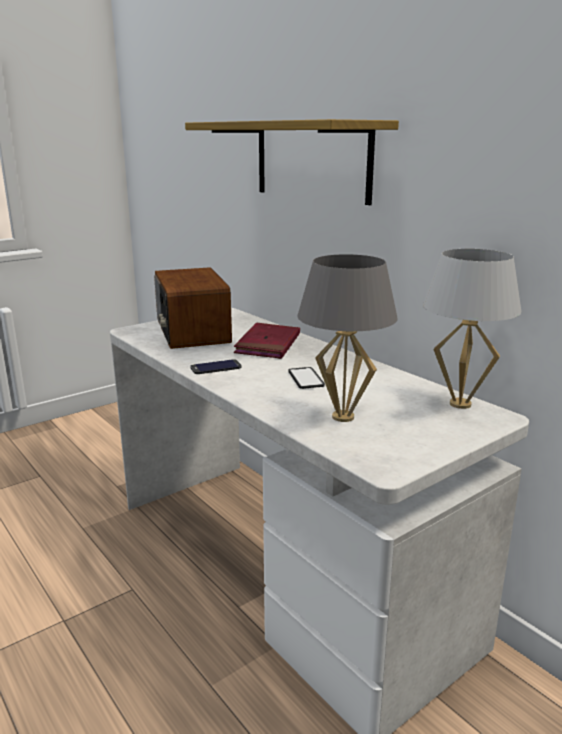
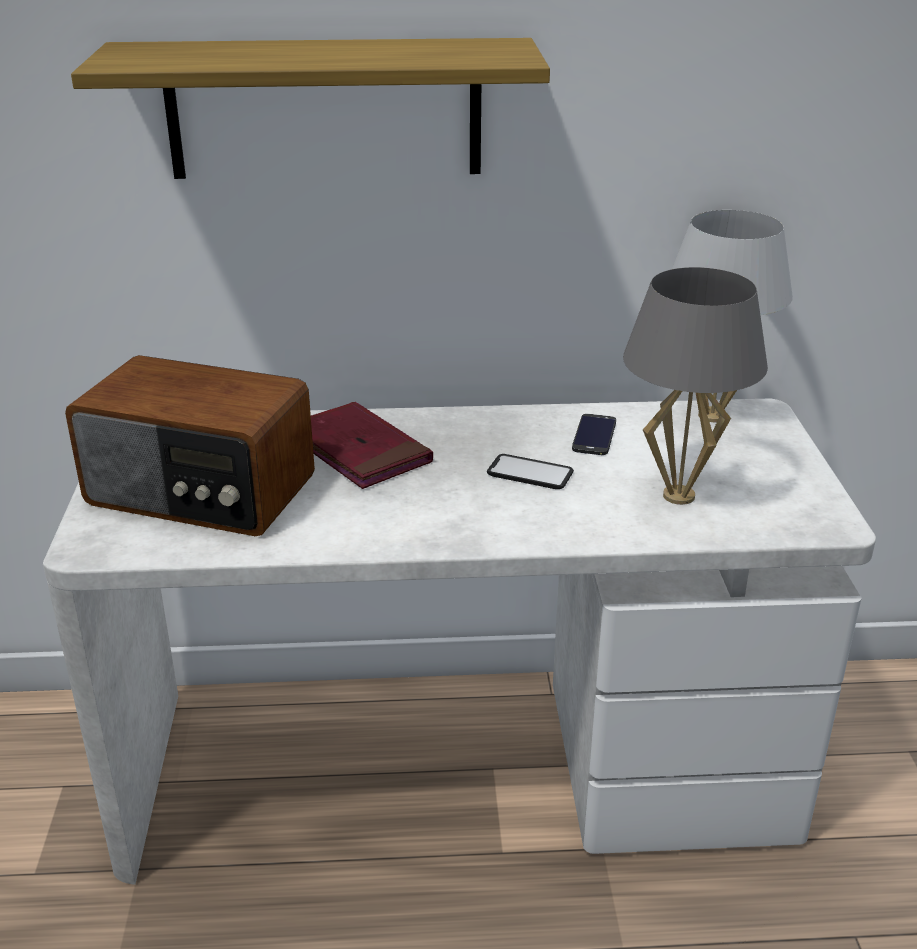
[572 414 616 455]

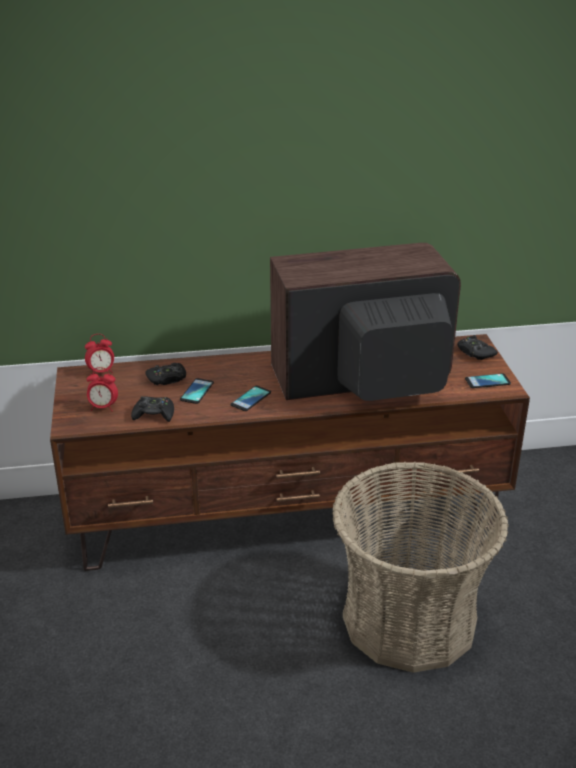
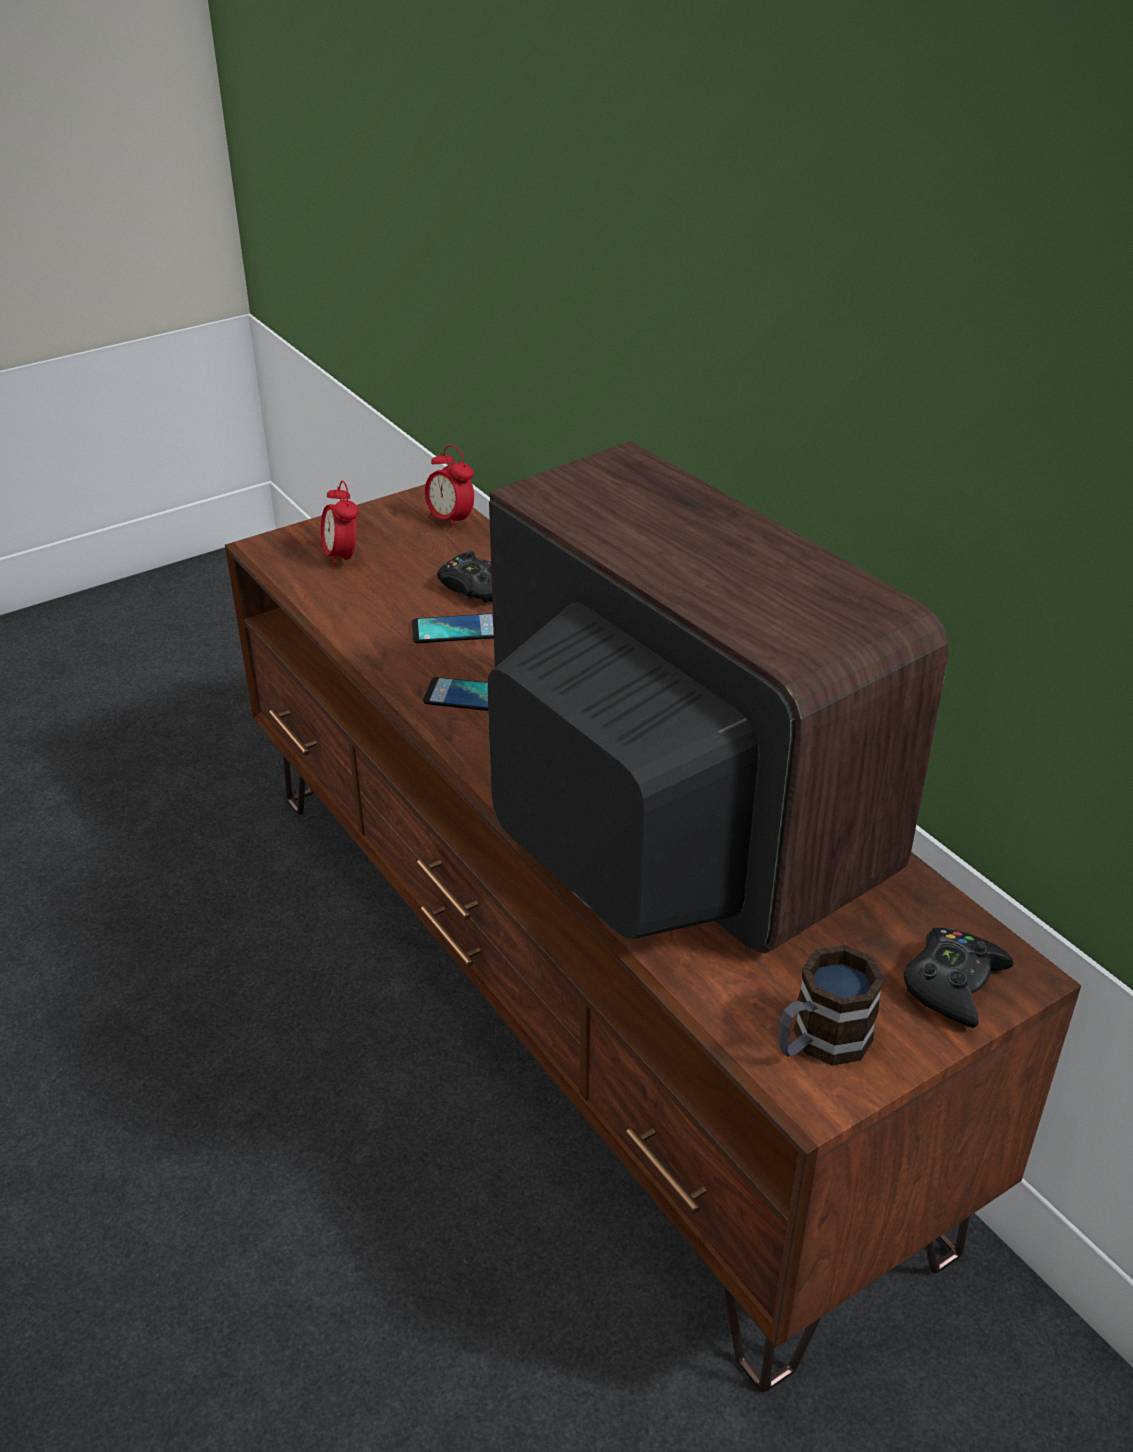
[131 396 174 422] (first image)
[332 462 509 673] (first image)
[778 945 885 1066]

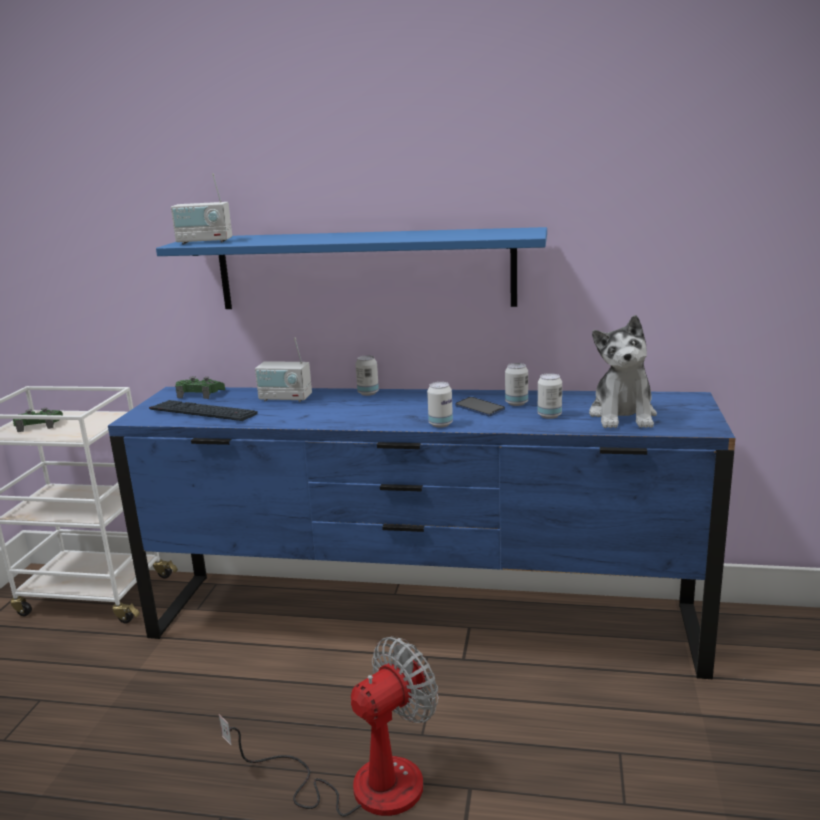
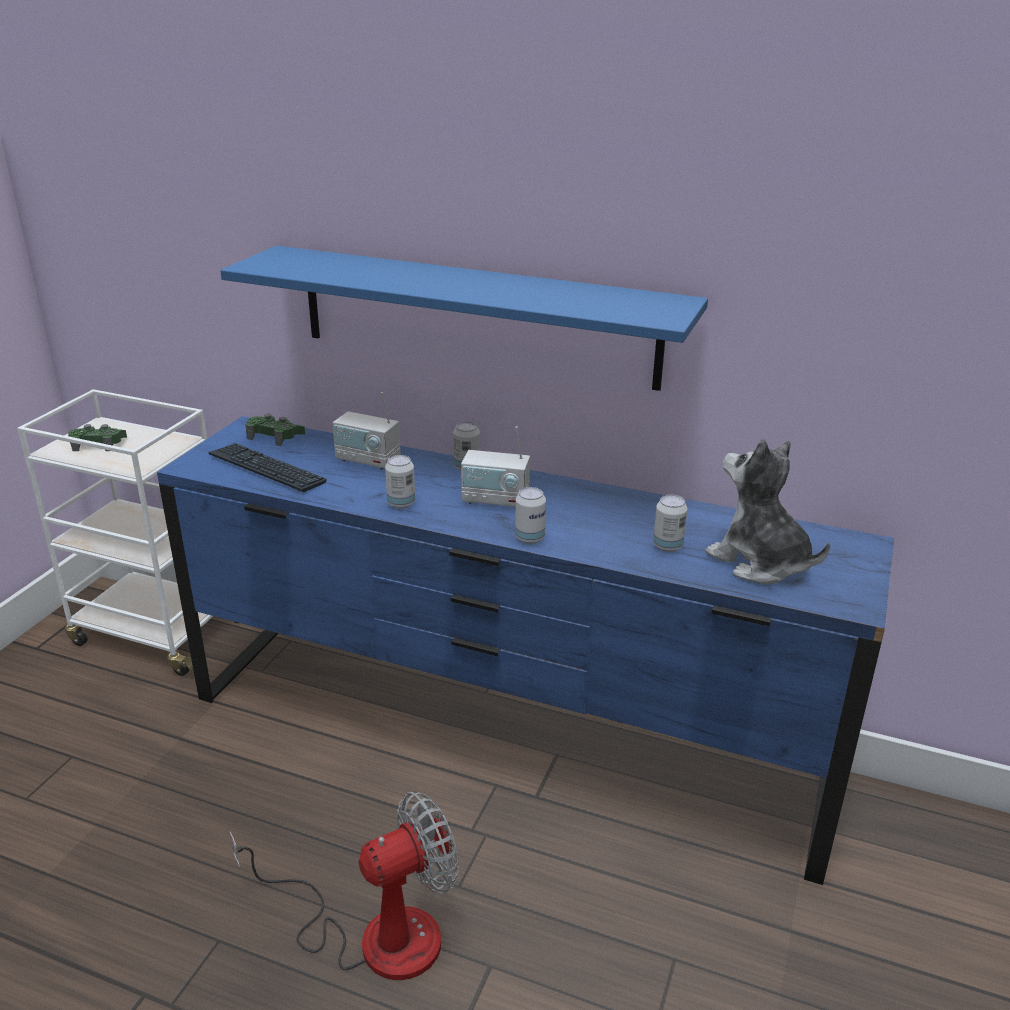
[461 426 530 508]
[455 397 505 416] (first image)
[385 455 415 509]
[705 439 830 584]

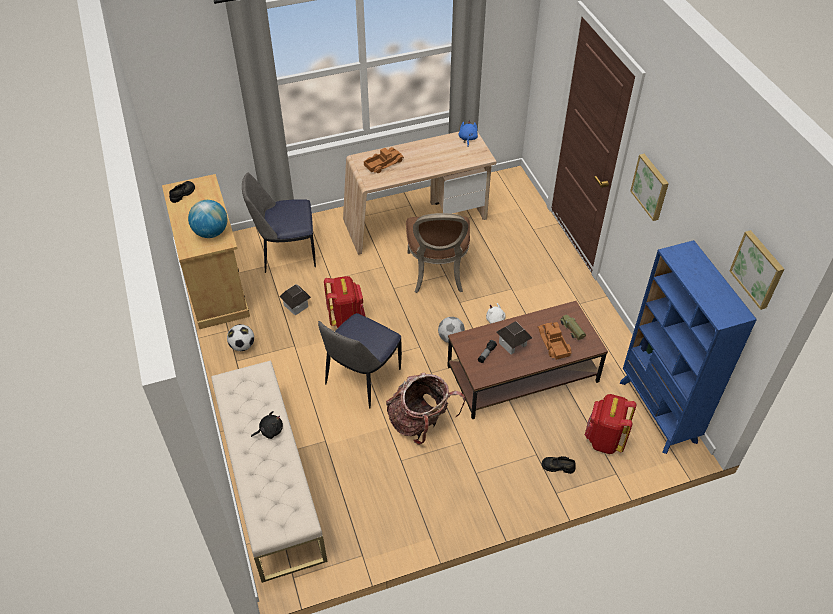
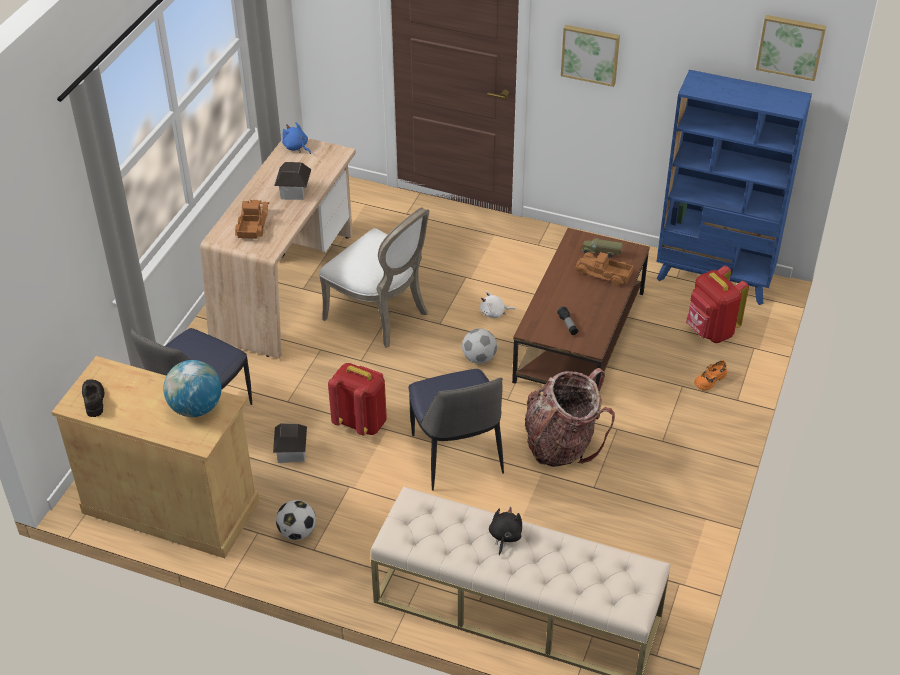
[319 207 429 348]
[274 162 311 200]
[694 360 727 390]

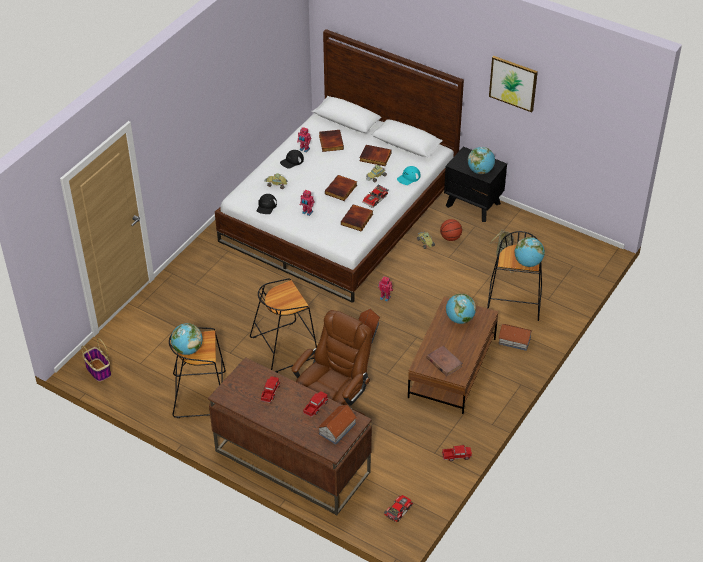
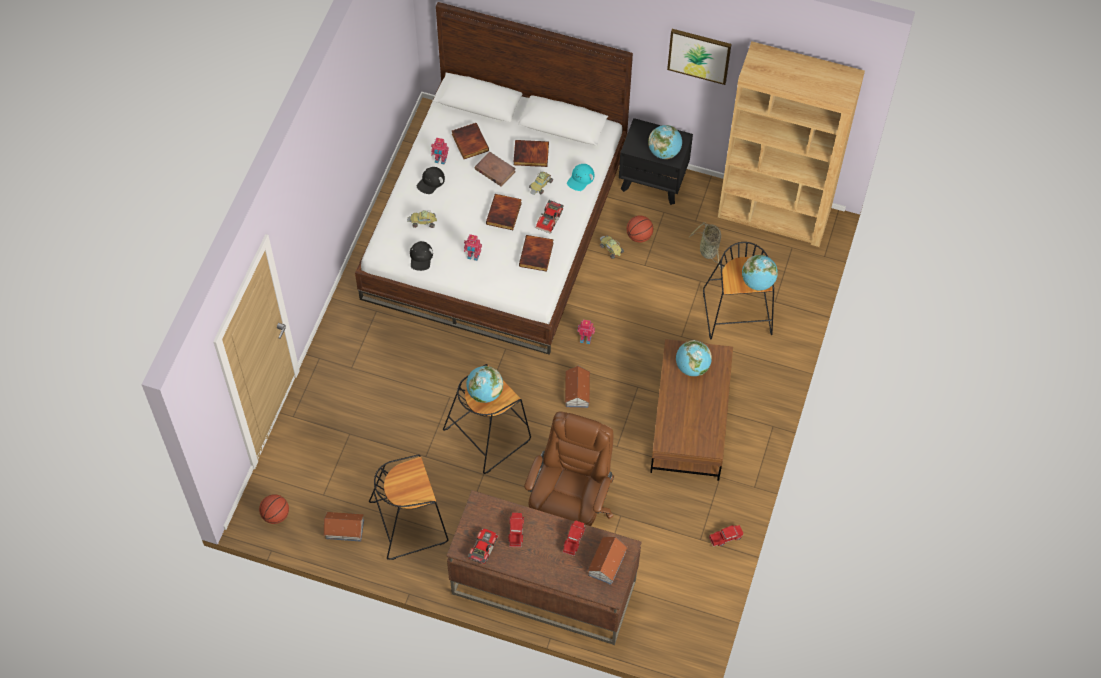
[259 494 289 524]
[466 366 503 403]
[468 529 499 564]
[475 152 516 186]
[323 512 364 542]
[718 41 865 247]

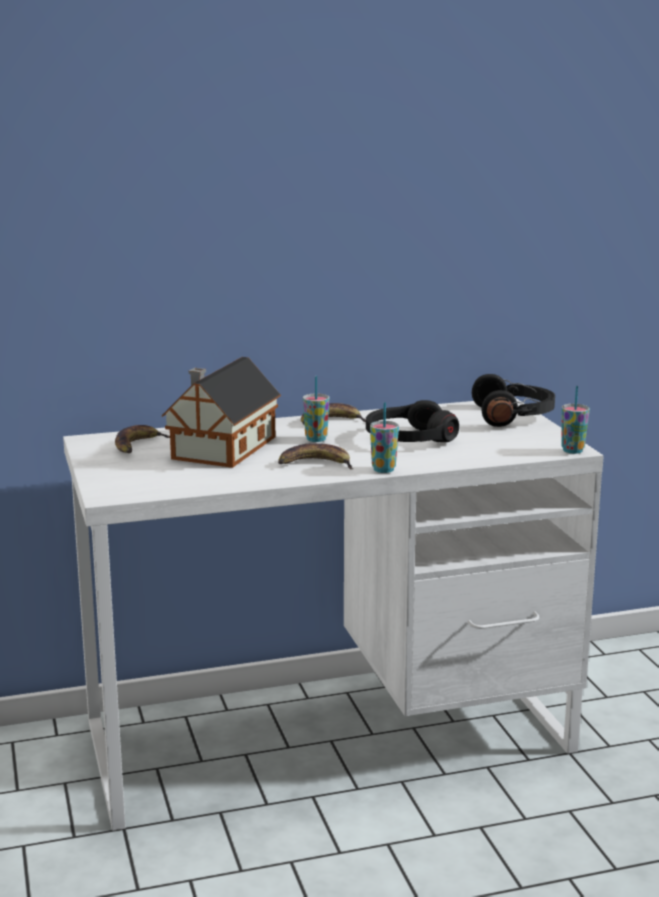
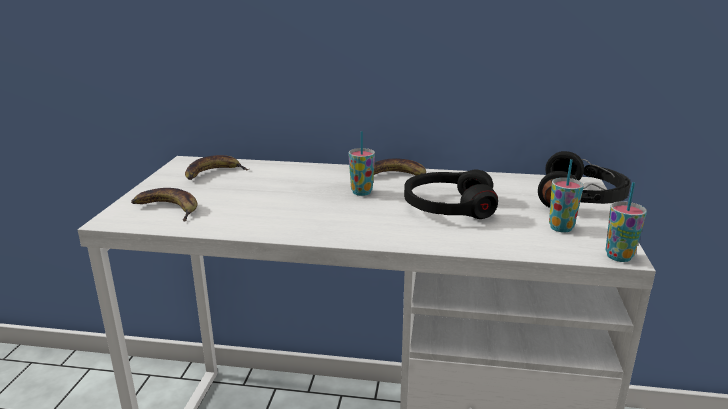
[162 357 281 468] (first image)
[131 188 198 221]
[549 159 584 232]

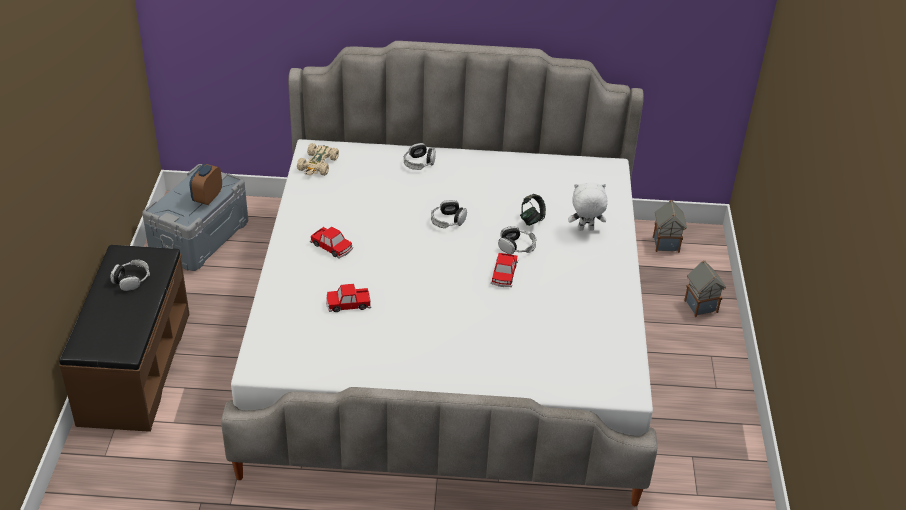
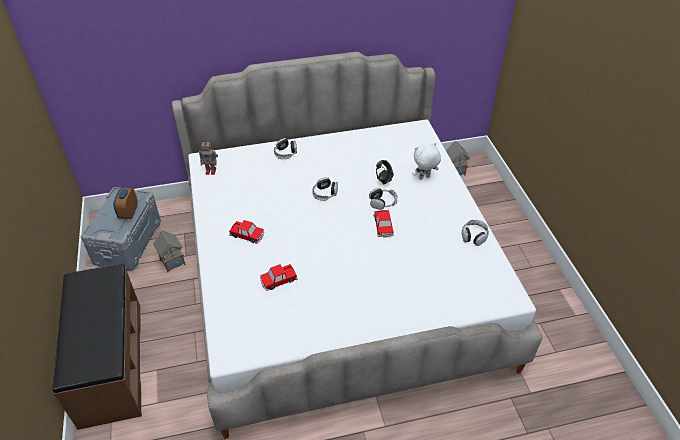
[462 220 489 246]
[199 142 218 175]
[153 231 186 273]

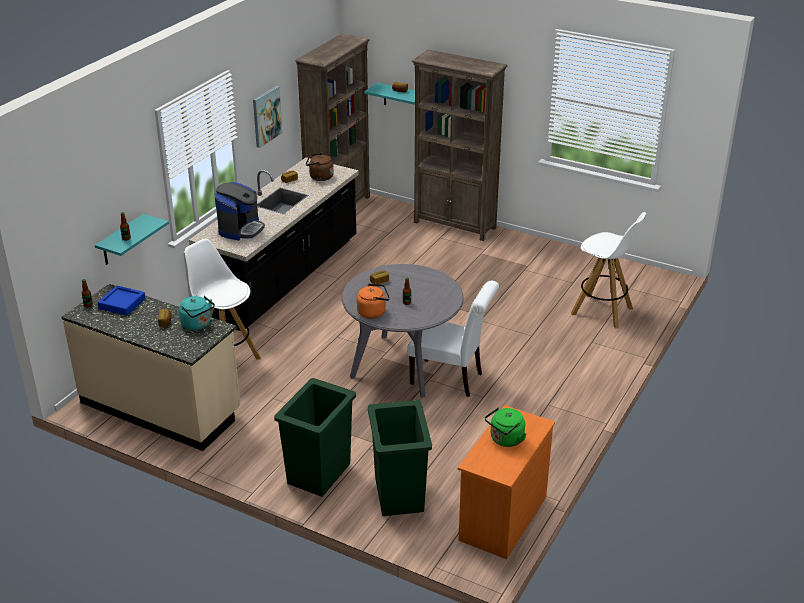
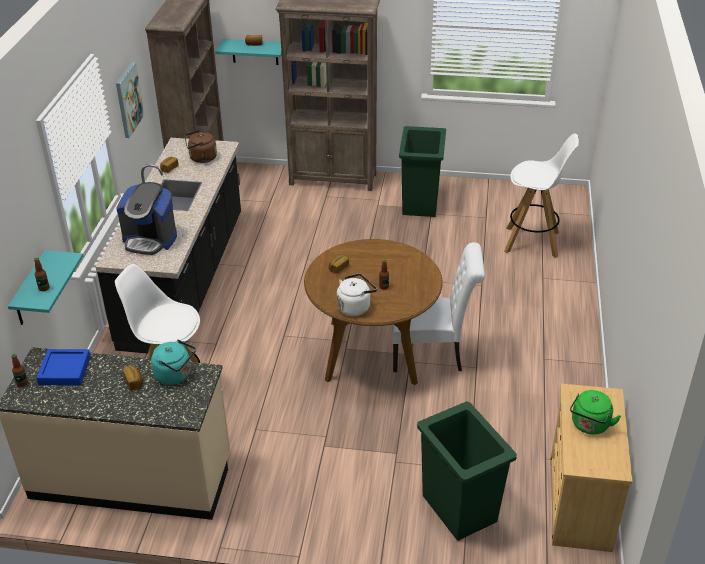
[116 182 177 255]
[399 126 446 217]
[304 239 443 385]
[337 273 377 316]
[550 383 633 552]

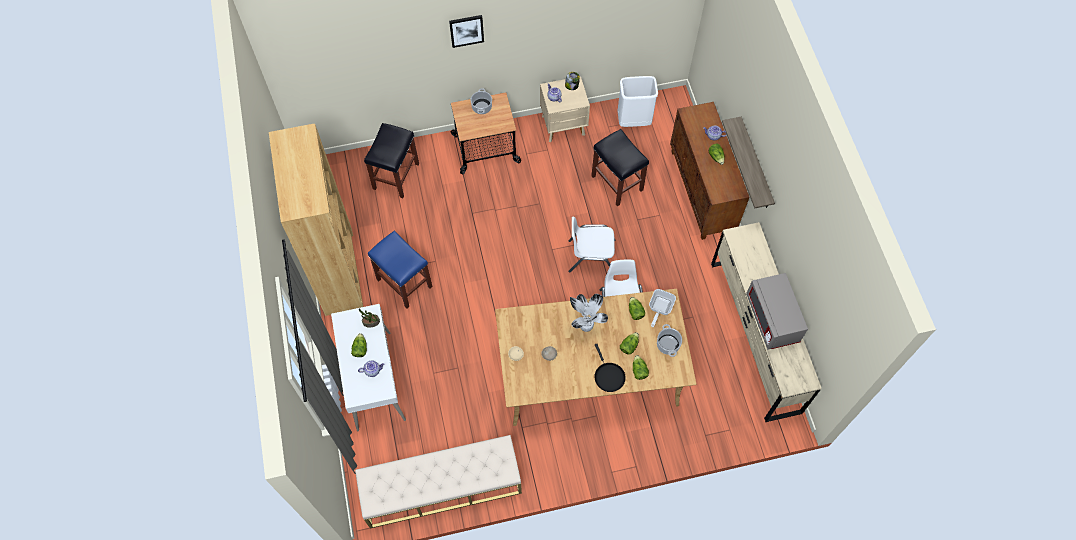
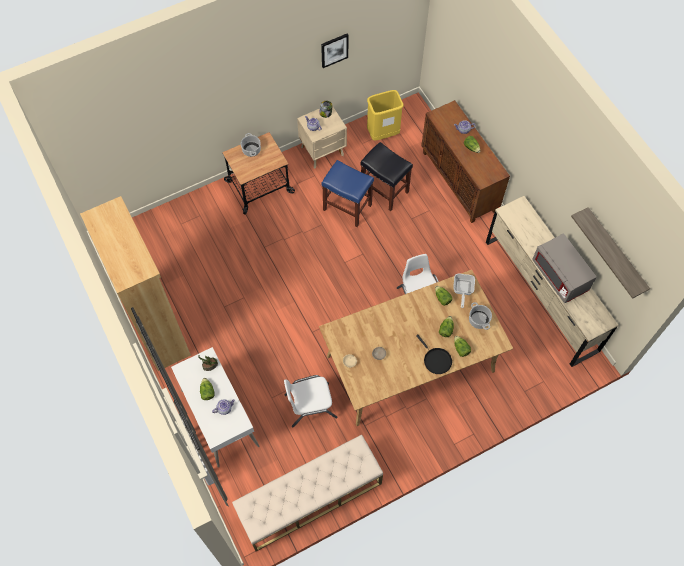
[364 123 419 198] (first image)
[322 160 374 227]
[321 34 348 68]
[284 375 338 427]
[570 294 608 332] (first image)
[367 90 404 140]
[571 207 650 299]

